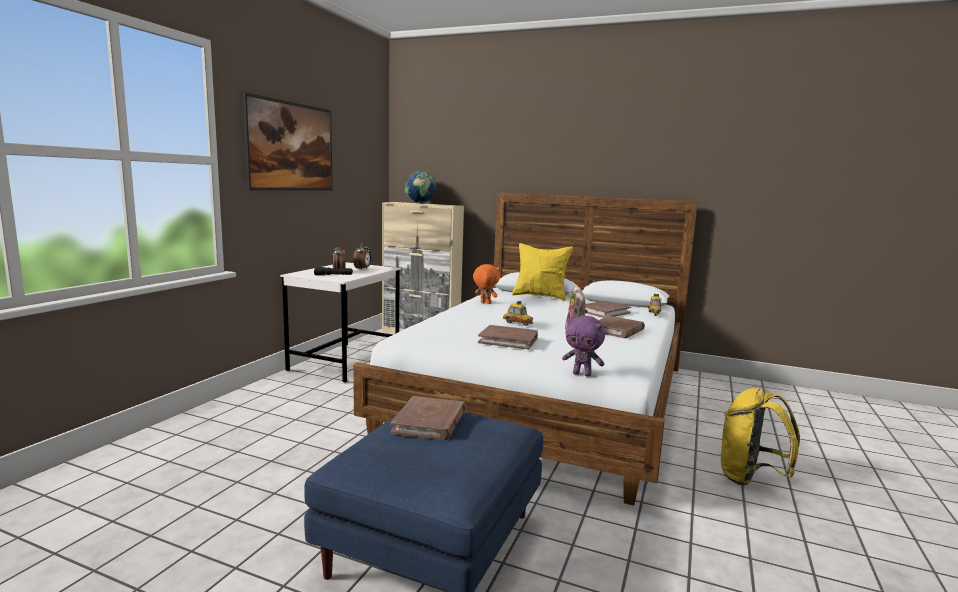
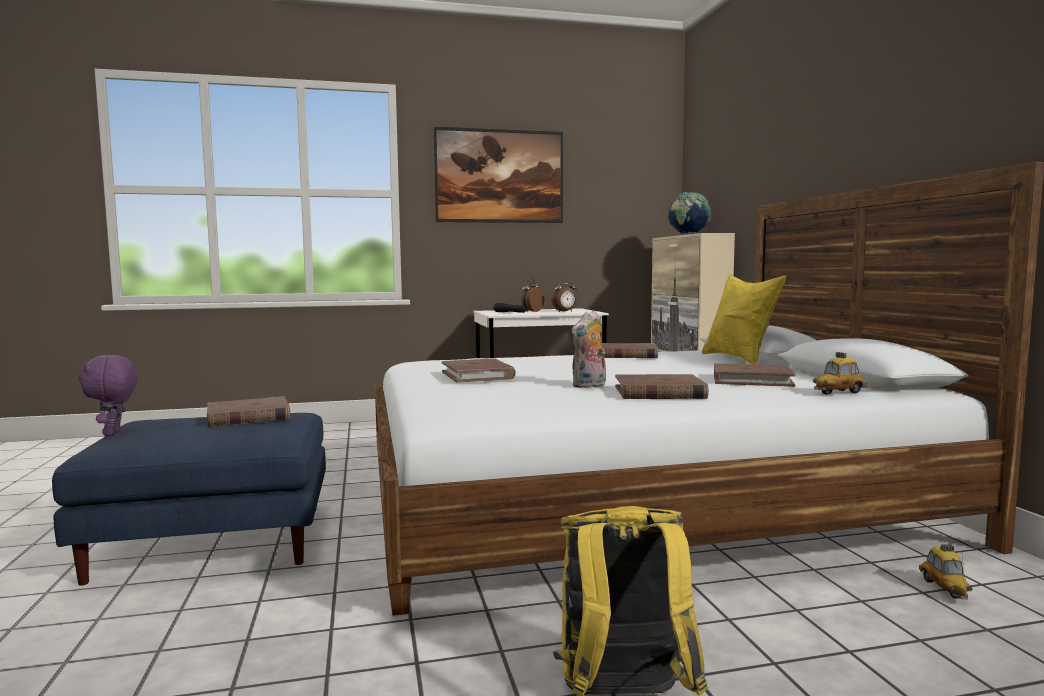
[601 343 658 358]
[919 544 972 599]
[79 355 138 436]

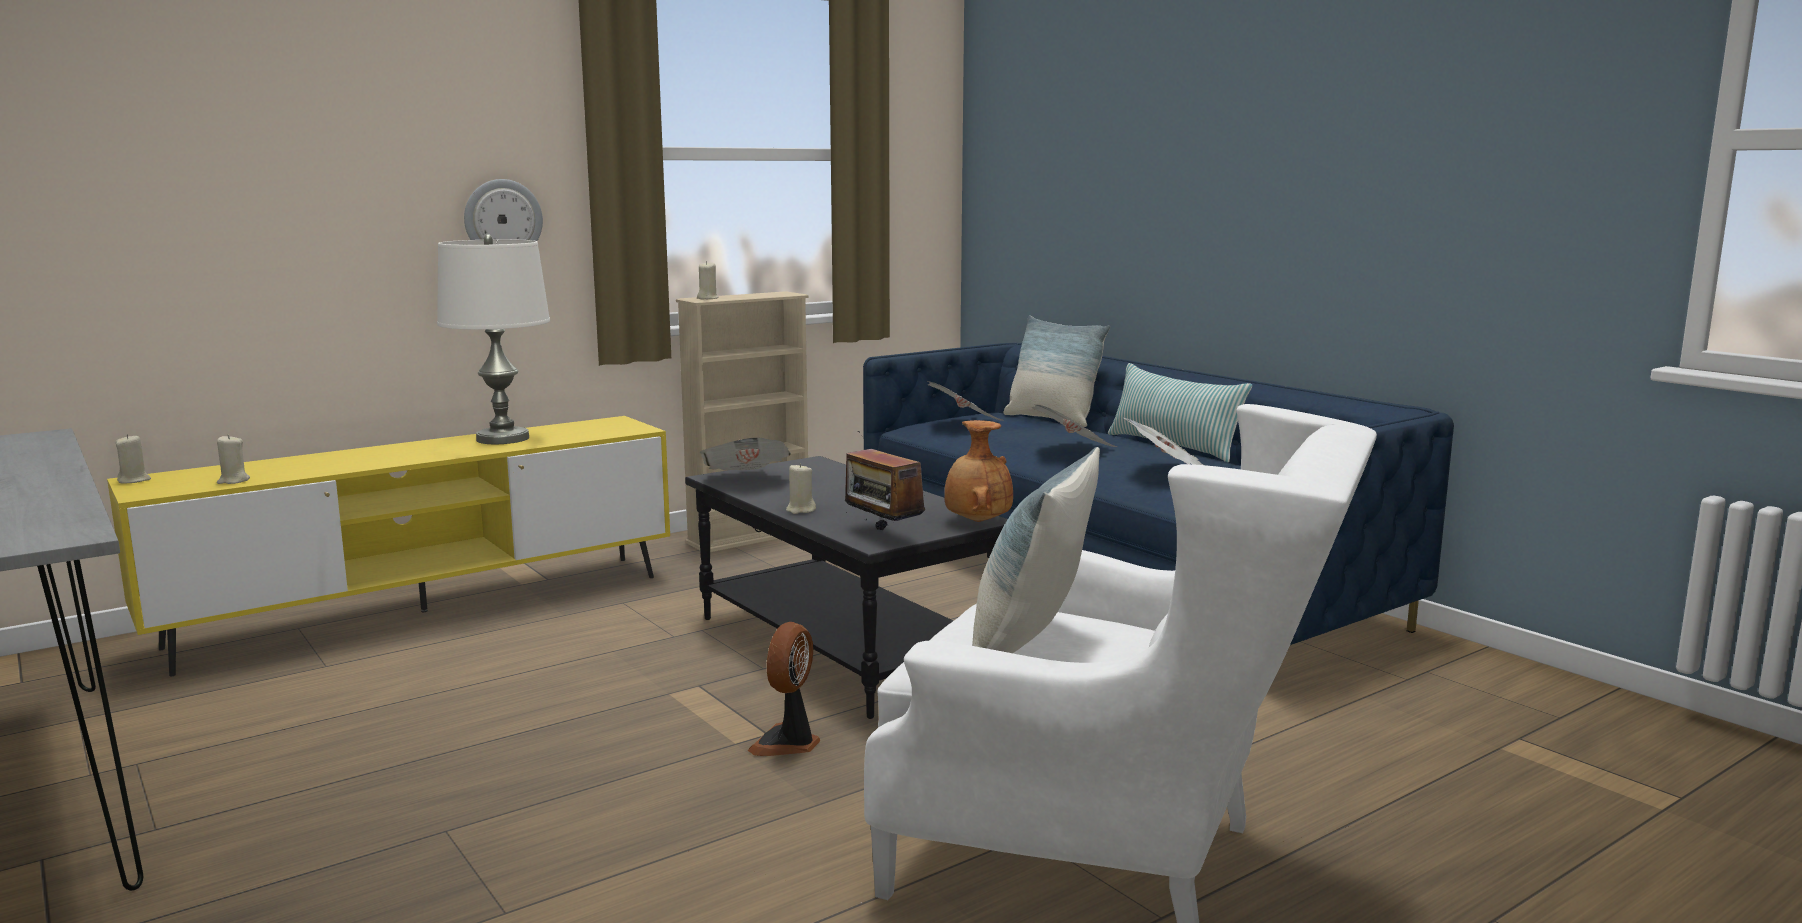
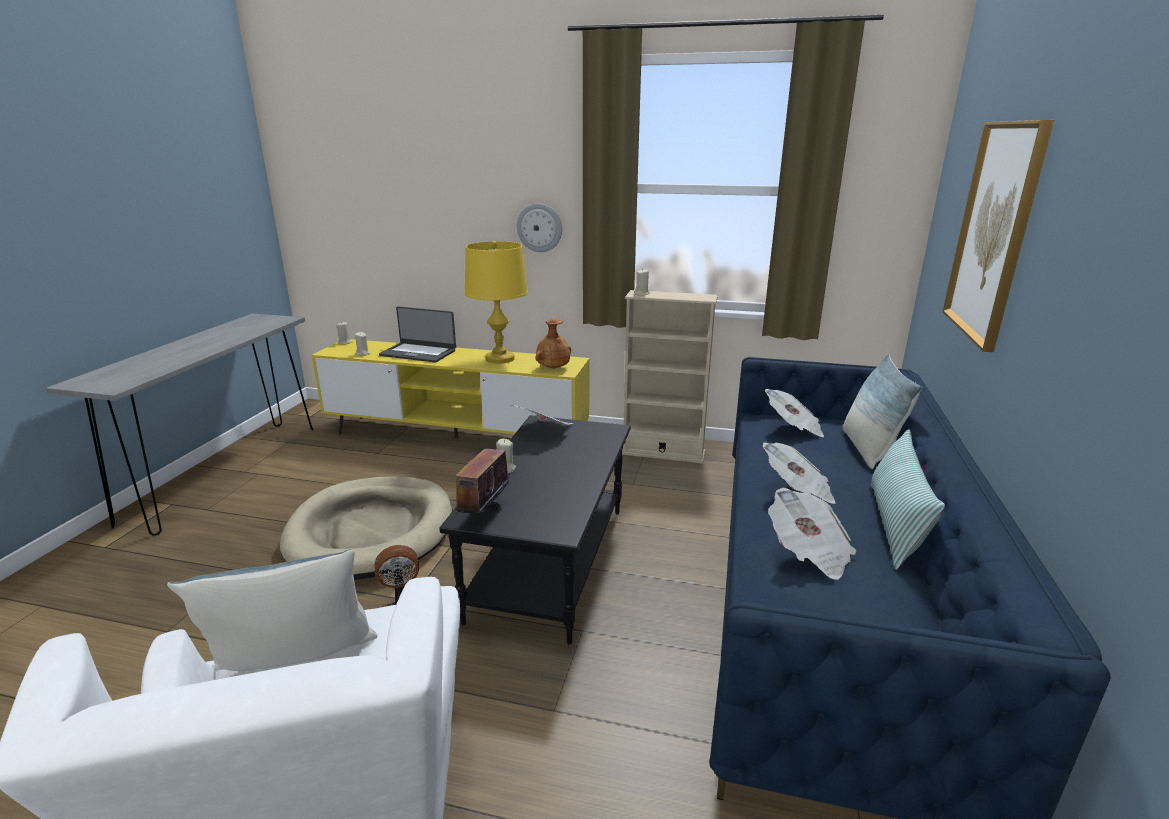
[465 241 528 364]
[535 318 571 369]
[280 476 452 580]
[379 306 456 363]
[943 120 1054 352]

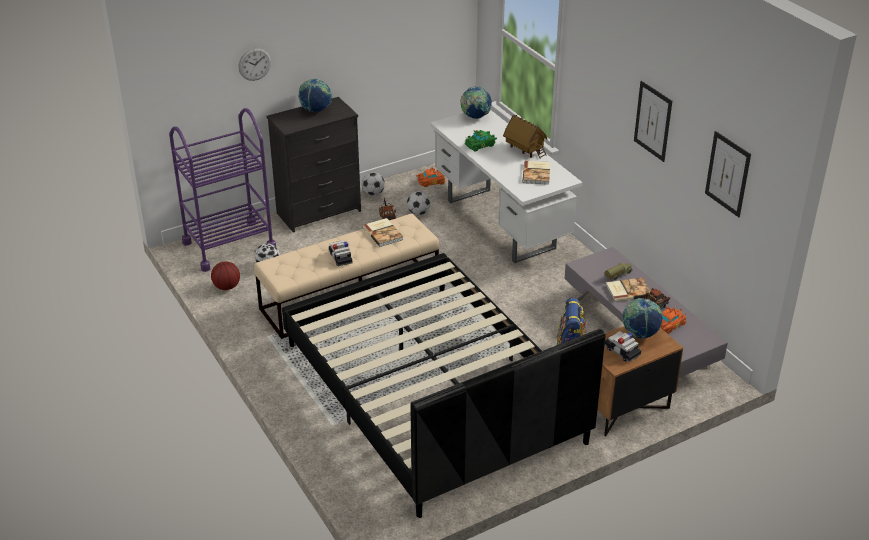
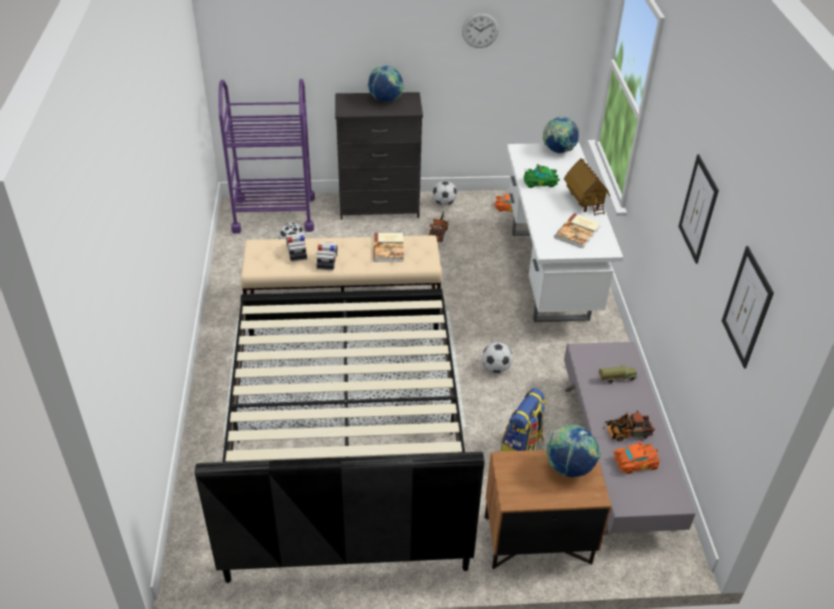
[211 261 240 290] (first image)
[462 12 499 48]
[482 342 513 373]
[286 233 307 262]
[606 278 651 302] (first image)

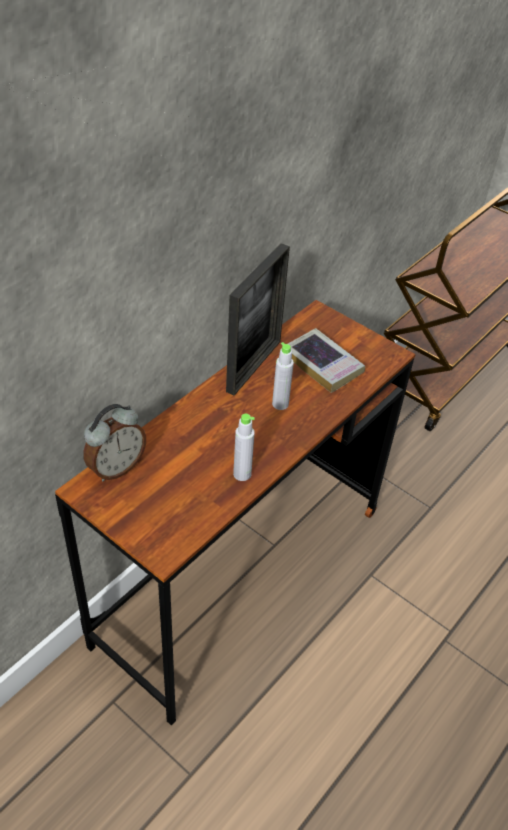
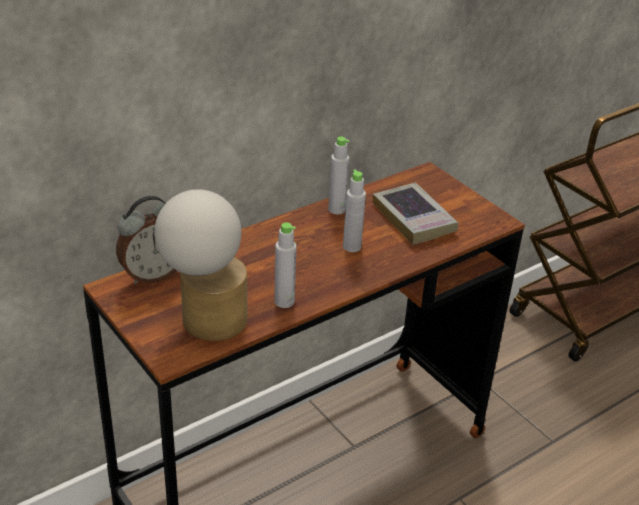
[328 137 349 214]
[154 189 247 341]

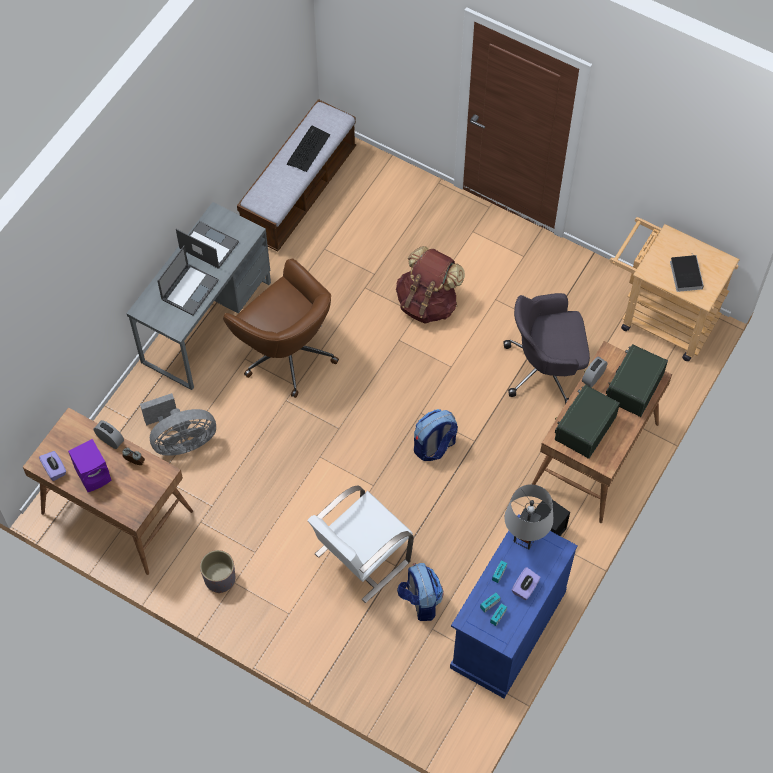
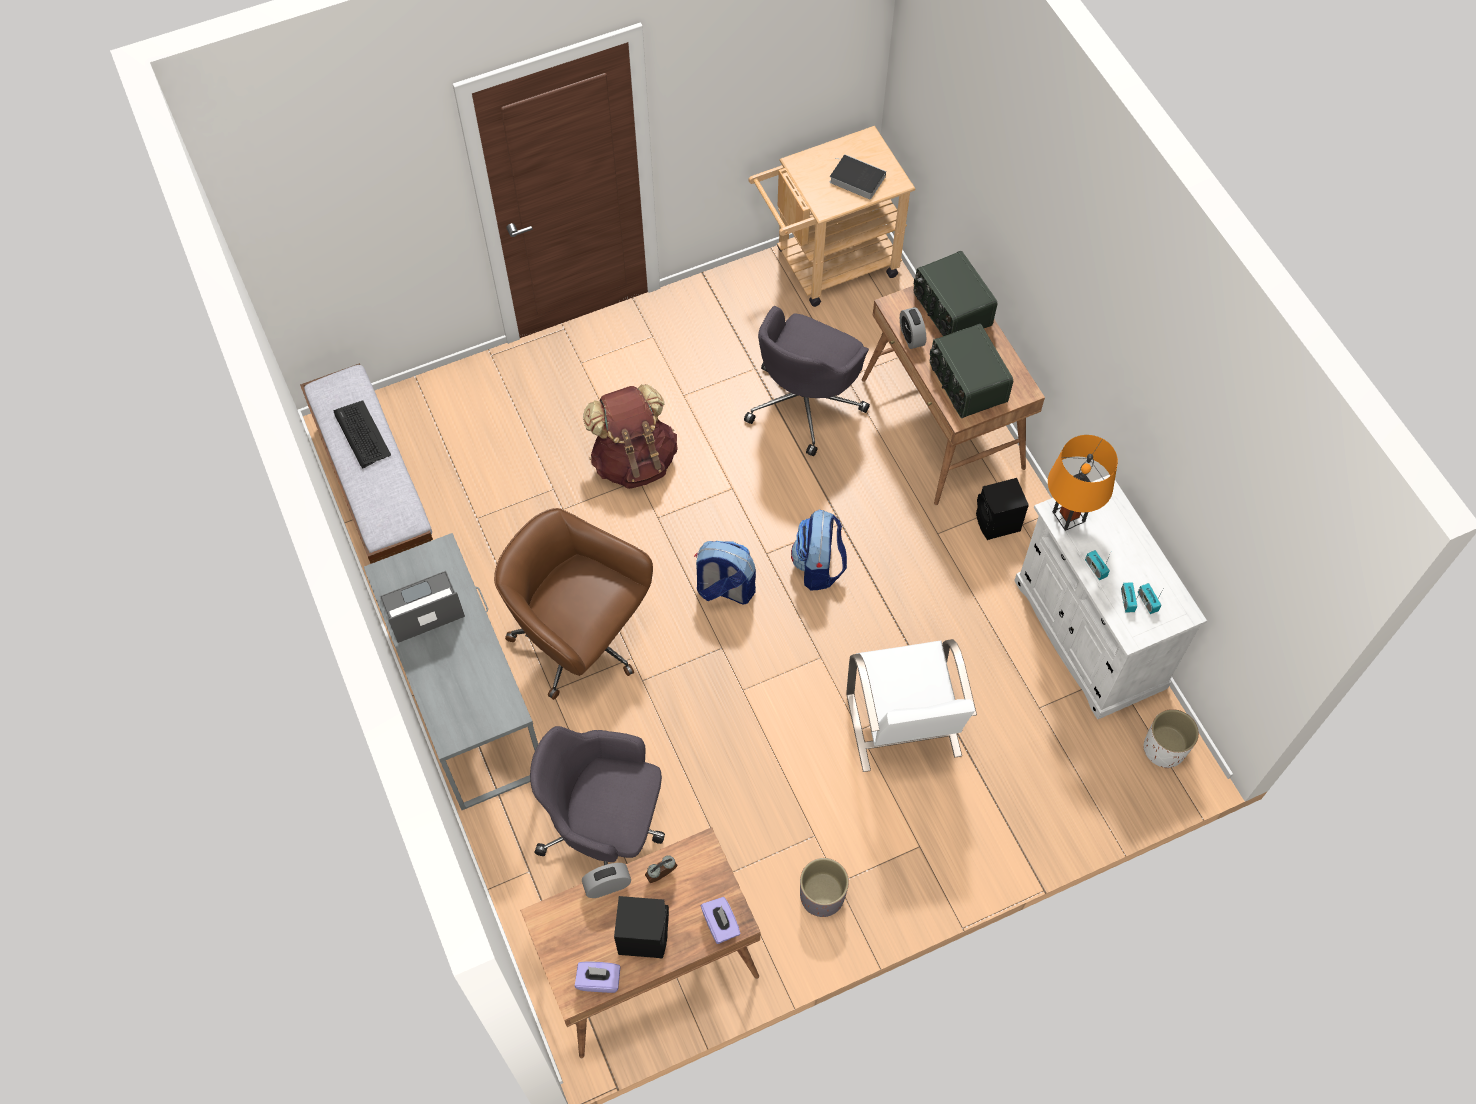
[614 896 669 959]
[530 726 665 865]
[157 246 219 316] (first image)
[494 508 653 700]
[694 541 756 604]
[1014 475 1207 720]
[1048 435 1118 531]
[700 897 740 944]
[1143 709 1199 768]

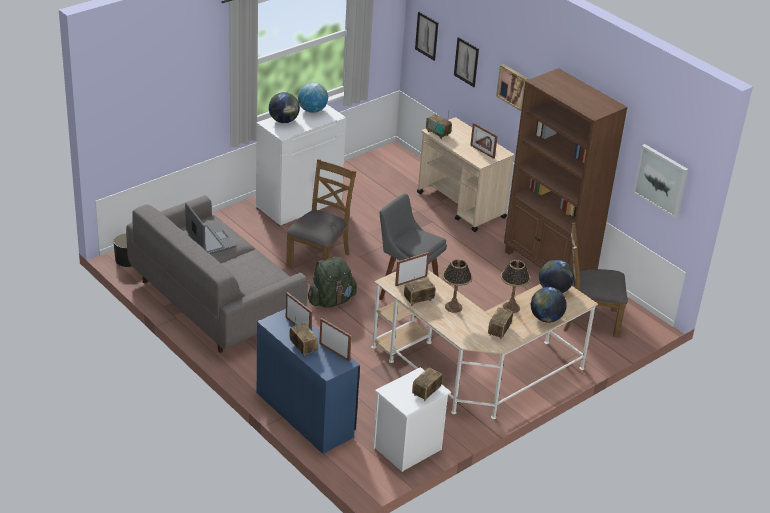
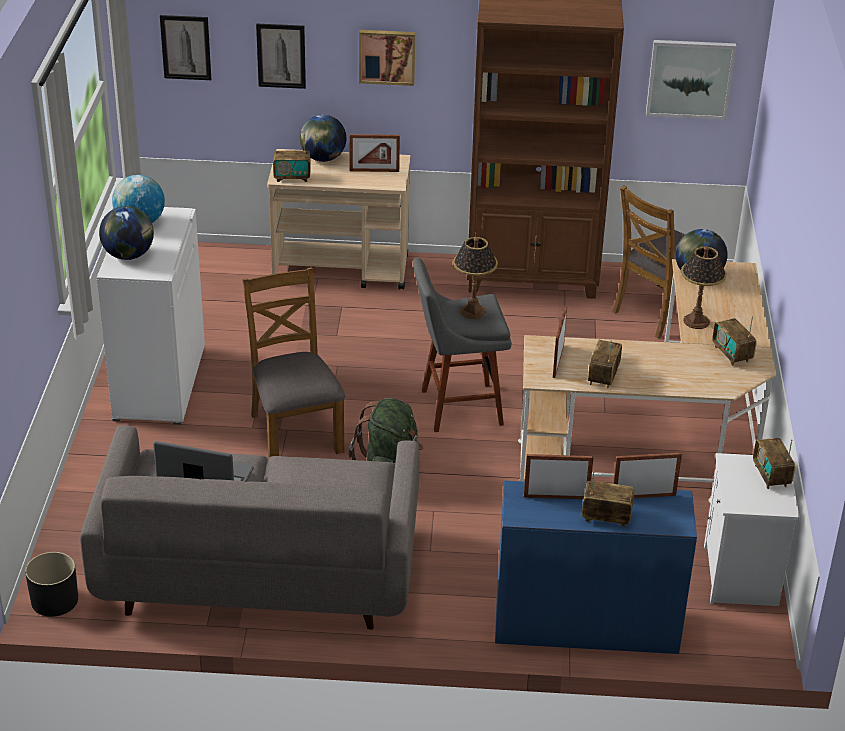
[453 237 498 319]
[300 115 346 162]

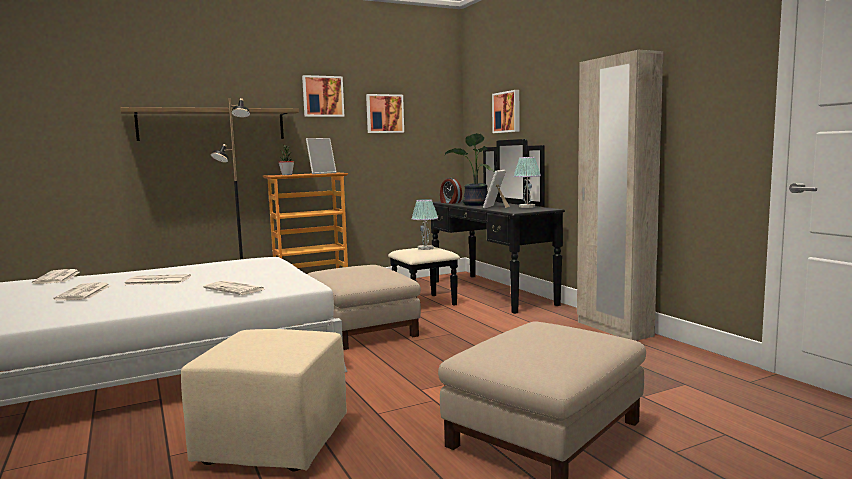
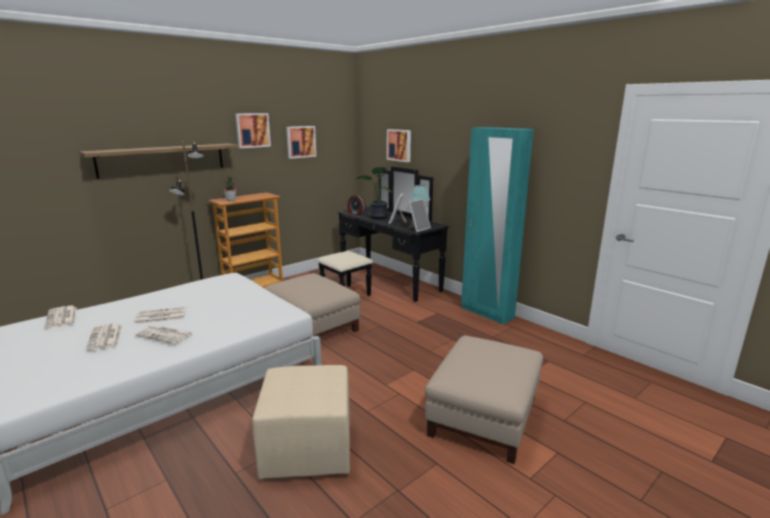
[135 325 192 344]
[409 199 431 232]
[412 199 438 250] (first image)
[461 127 534 325]

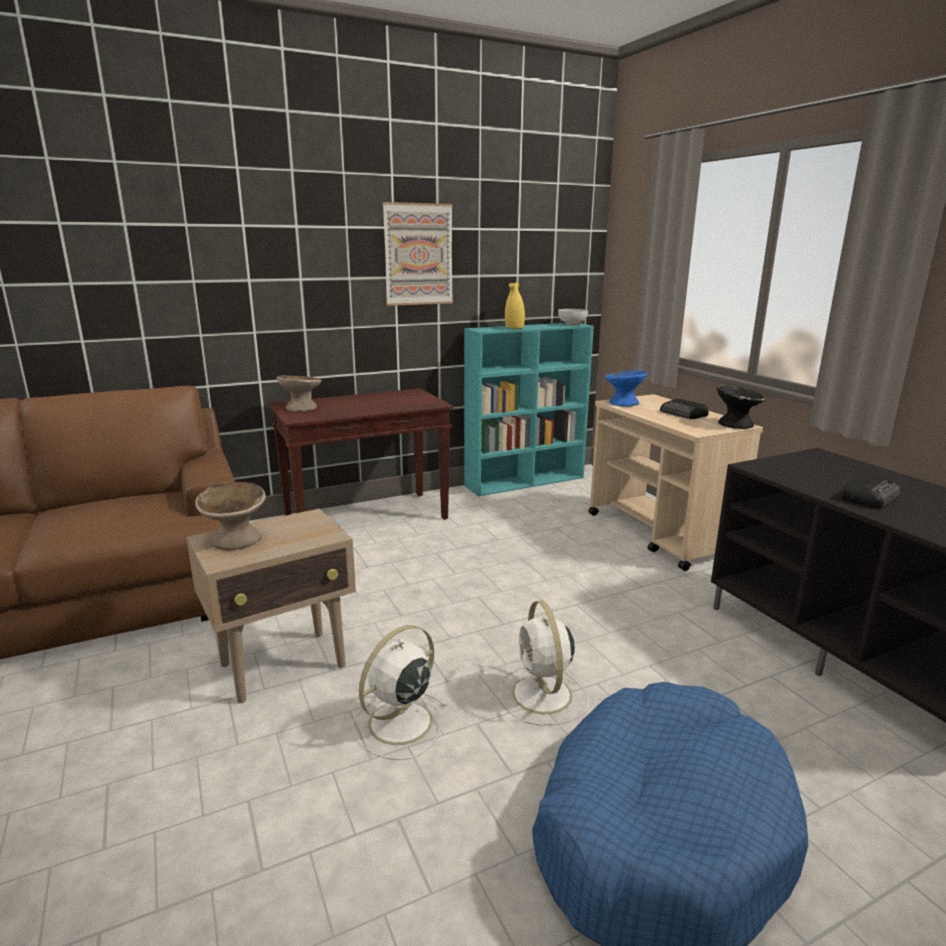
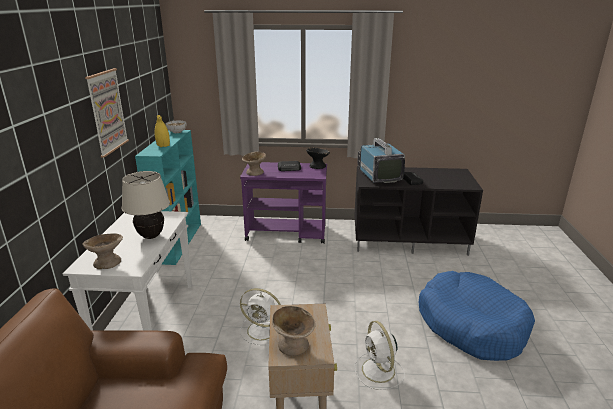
[63 211 192 331]
[240 288 281 345]
[240 162 327 244]
[242 151 266 176]
[122 171 170 239]
[357 138 405 183]

